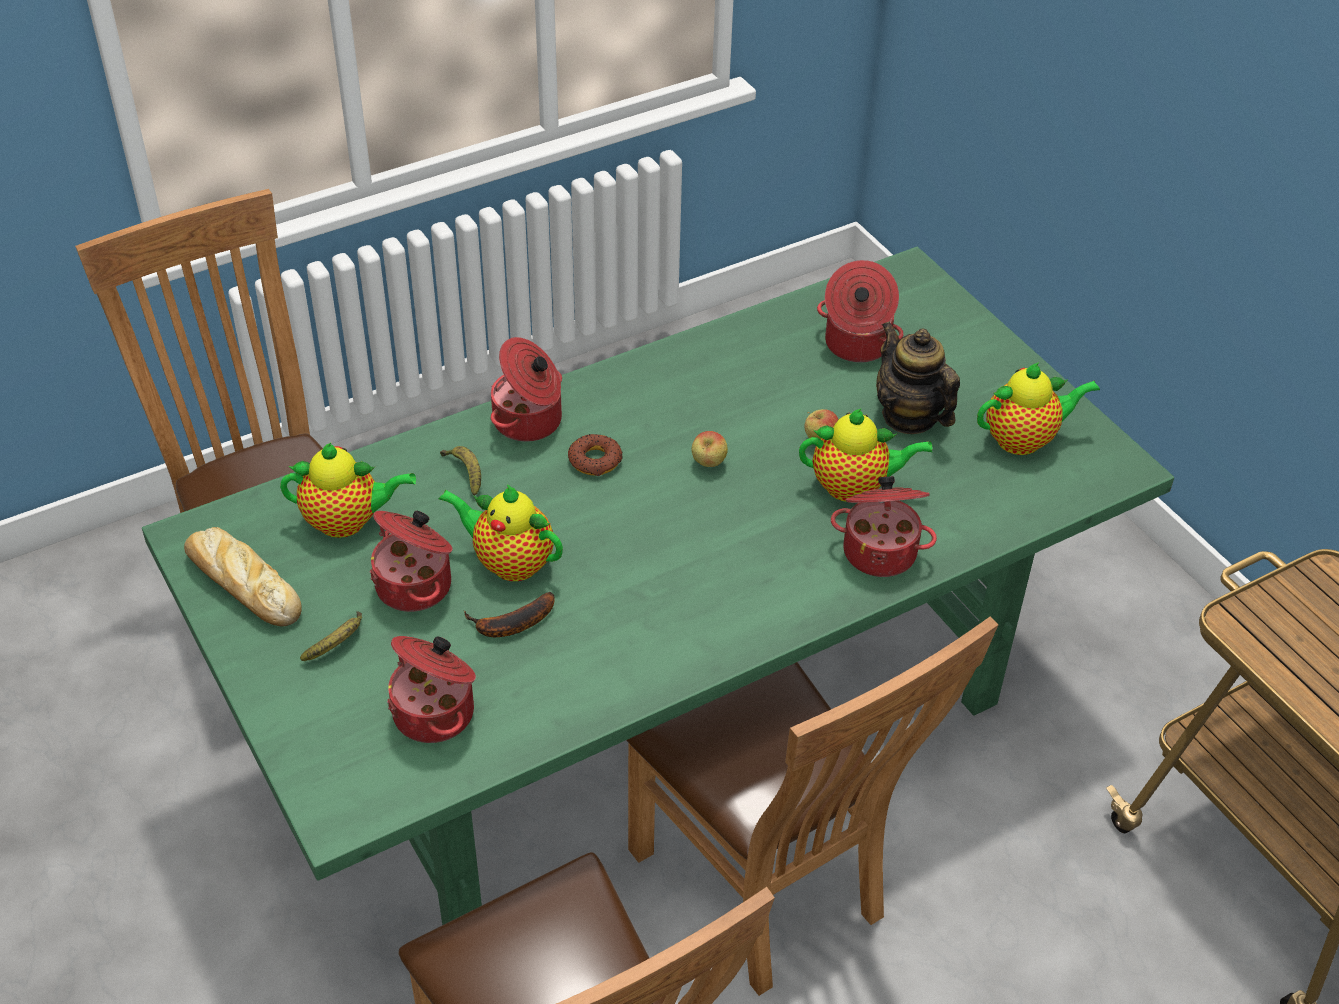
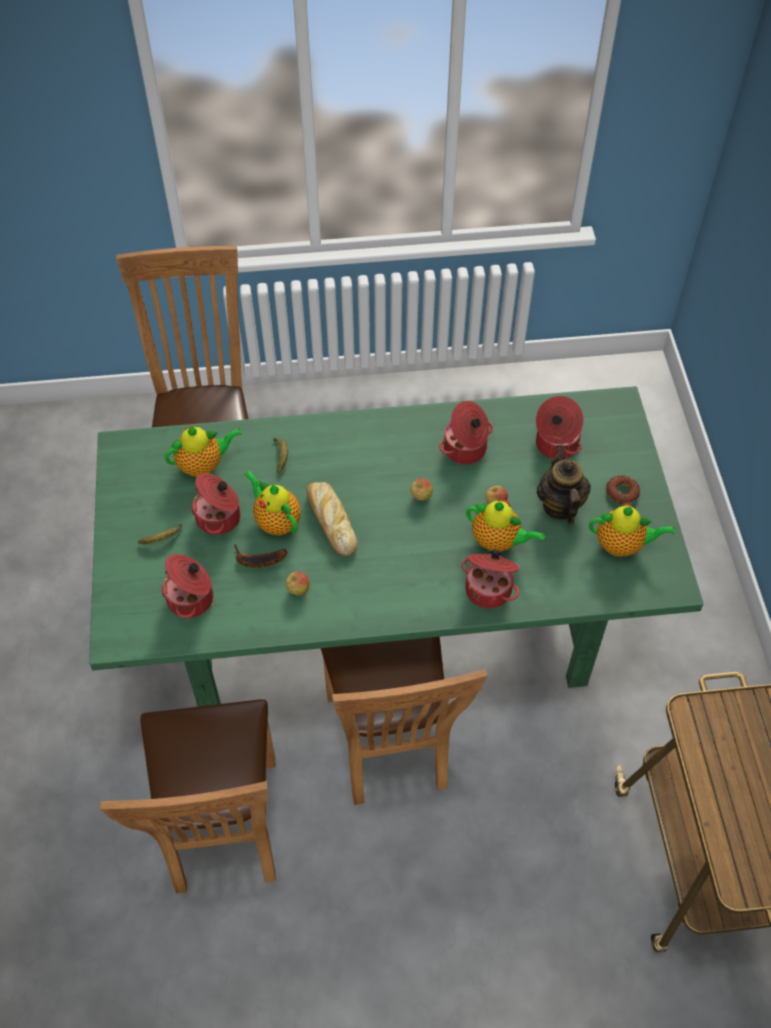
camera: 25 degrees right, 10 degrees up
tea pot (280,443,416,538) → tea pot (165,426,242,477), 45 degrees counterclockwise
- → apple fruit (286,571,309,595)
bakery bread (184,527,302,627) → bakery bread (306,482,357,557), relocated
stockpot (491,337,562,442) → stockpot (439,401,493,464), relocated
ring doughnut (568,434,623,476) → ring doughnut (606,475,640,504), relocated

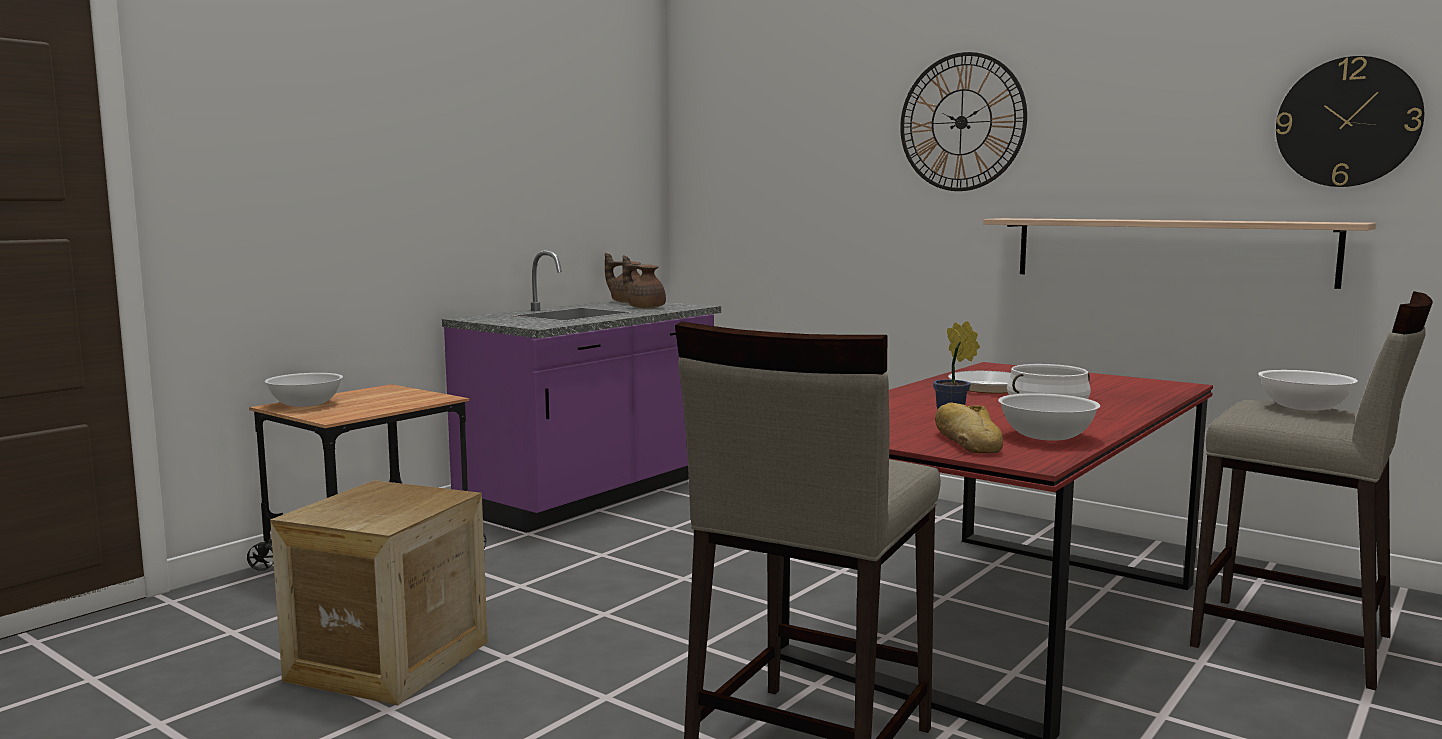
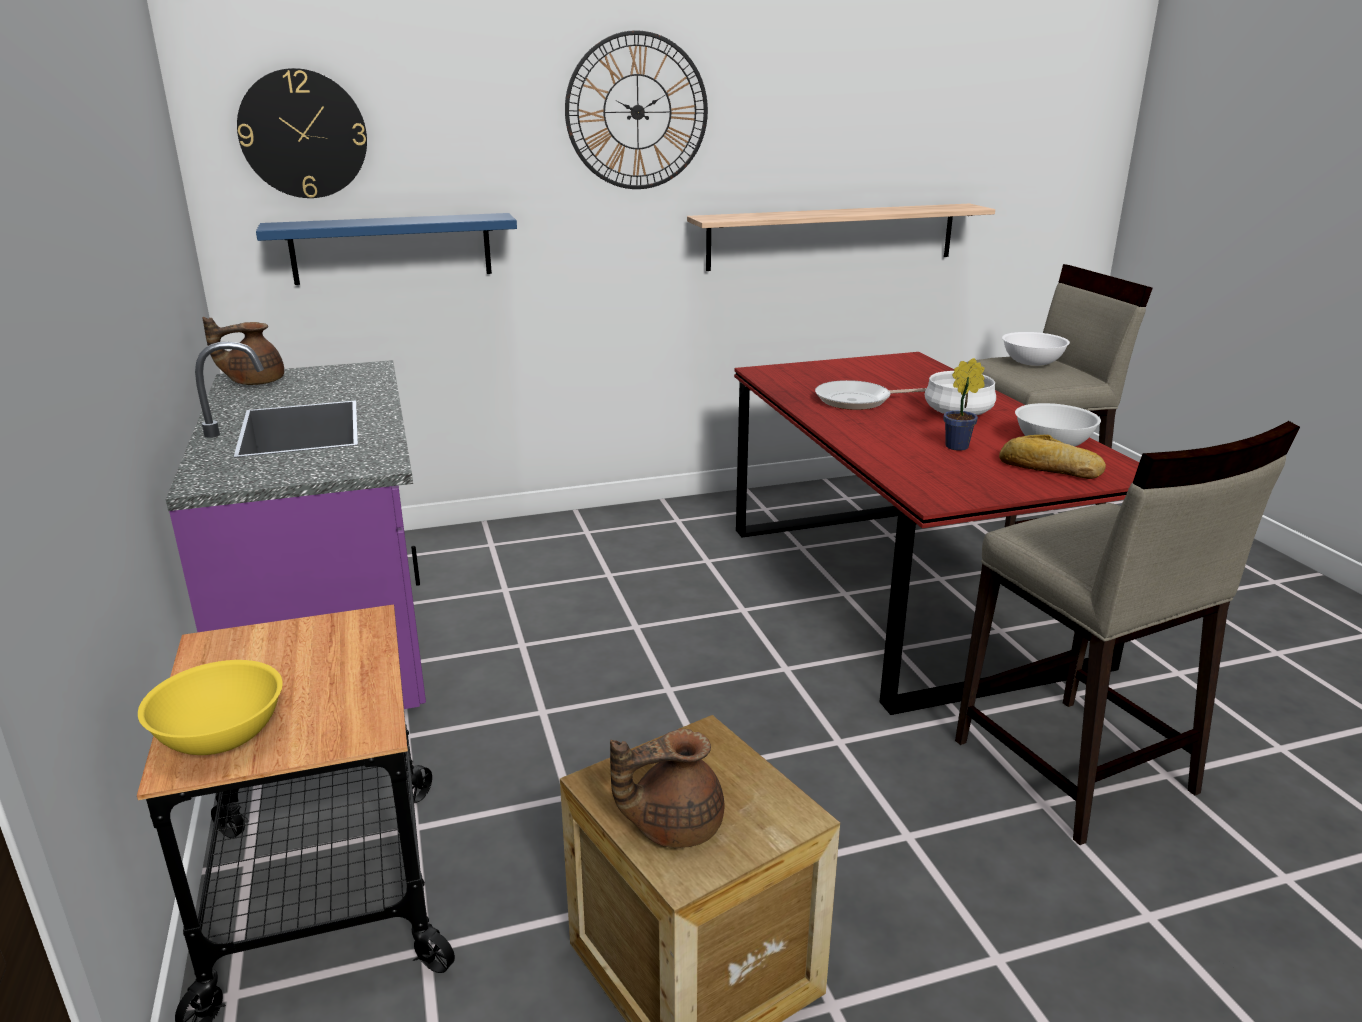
camera: 55 degrees left, 15 degrees up
serving bowl (whitish) (265,373,343,407) → serving bowl (yellow-coloured) (138,660,283,755)
clock on the wall (1276,56,1424,187) → clock on the wall (237,68,367,198), relocated
- → shelf (blue) (256,213,517,285)
tea pot (brown-coloured) (622,255,666,308) → tea pot (brown-coloured) (610,729,724,848), relocated

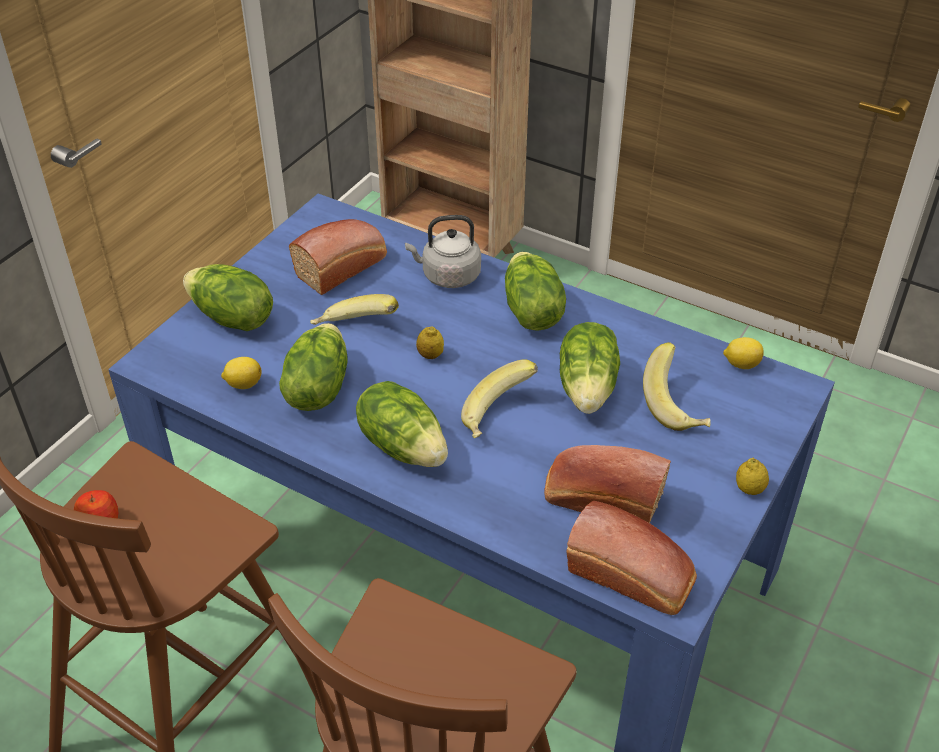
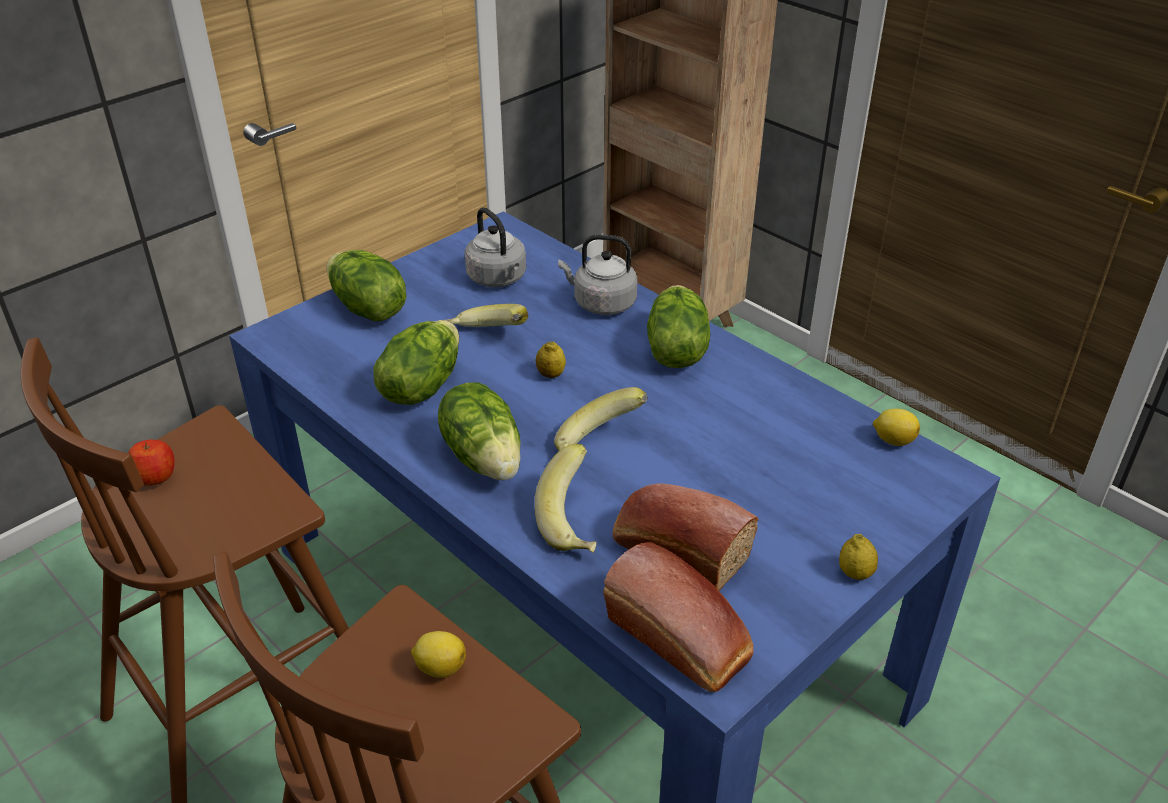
camera: 15 degrees right, 5 degrees down
lemon (221,357,262,389) → lemon (411,631,466,678), relocated
bakery bread (289,219,387,295) → kettle (gray) (465,207,526,287)
whole banana (643,342,711,431) → whole banana (535,444,597,553), relocated
lettuce (560,322,620,414) → -

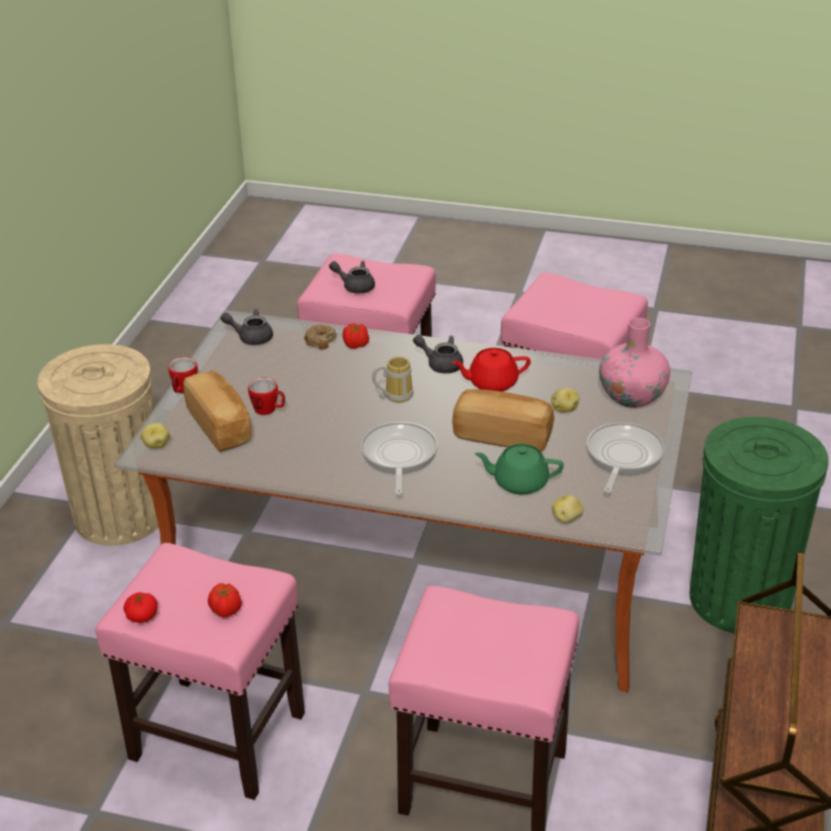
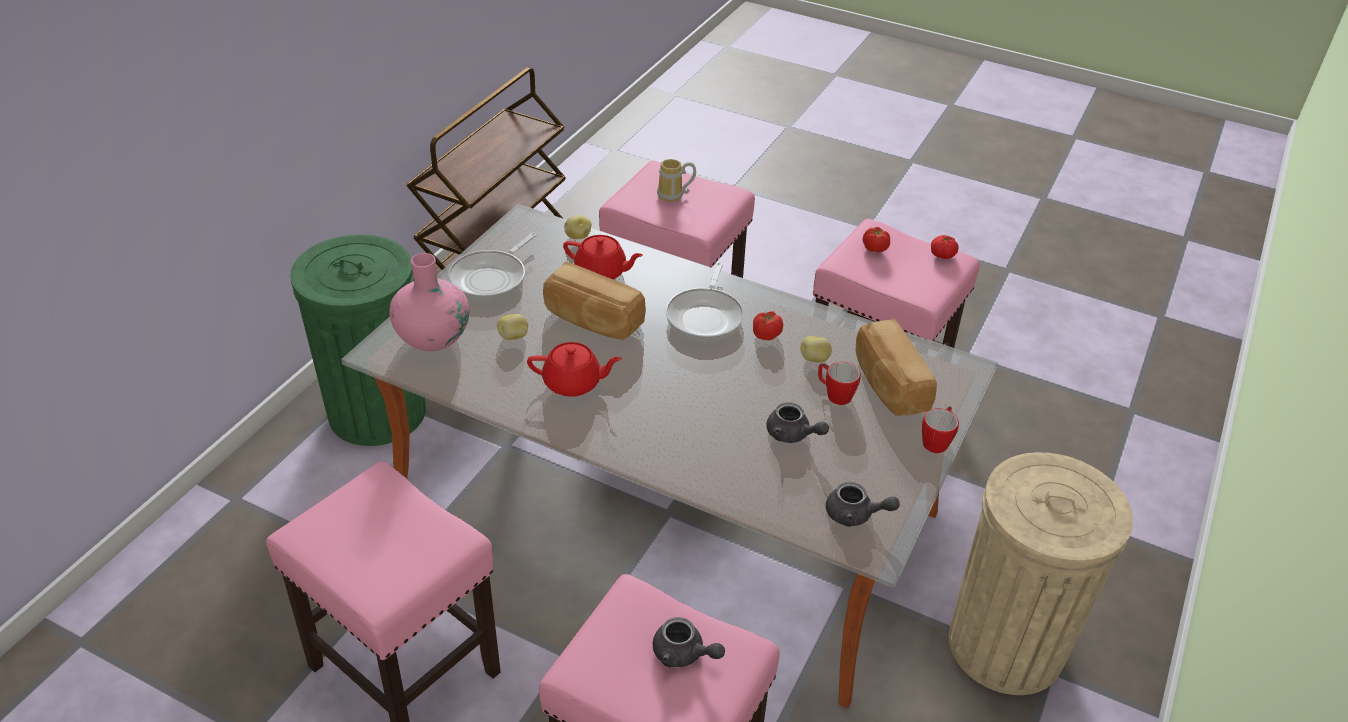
camera: 170 degrees left, 5 degrees up
tea pot (greenish) (475,444,564,495) → tea pot (red) (563,235,643,280)
coffee mug (372,356,414,403) → coffee mug (657,159,696,202), relocated
fresh tomato (343,323,369,349) → fresh tomato (753,311,783,340), relocated
tea pot (gray) (413,335,463,373) → tea pot (gray) (766,402,829,443), relocated
spud (140,423,170,448) → spud (800,336,832,362), relocated
ring doughnut (304,325,337,350) → -

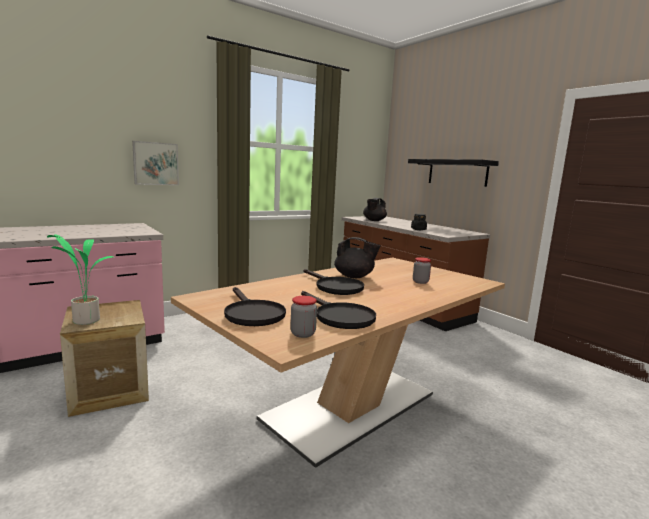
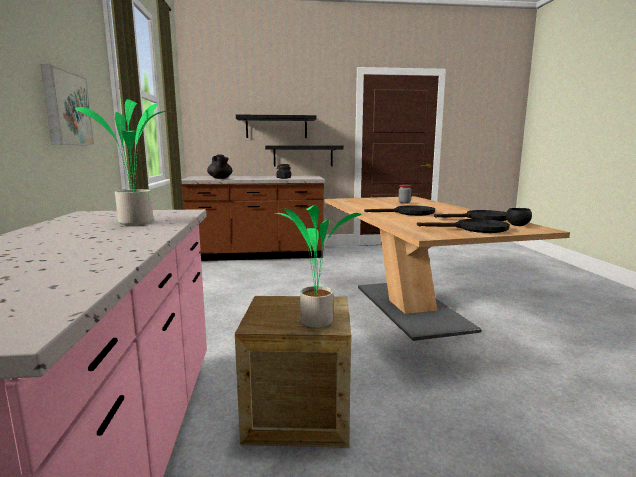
camera: 60 degrees left, 0 degrees up
- → houseplant (76,99,170,225)
- → shelf (black) (265,146,344,166)
preserve jar (290,296,317,338) → serving bowl (black) (506,208,532,226)
tea pot (black) (334,237,381,278) → -

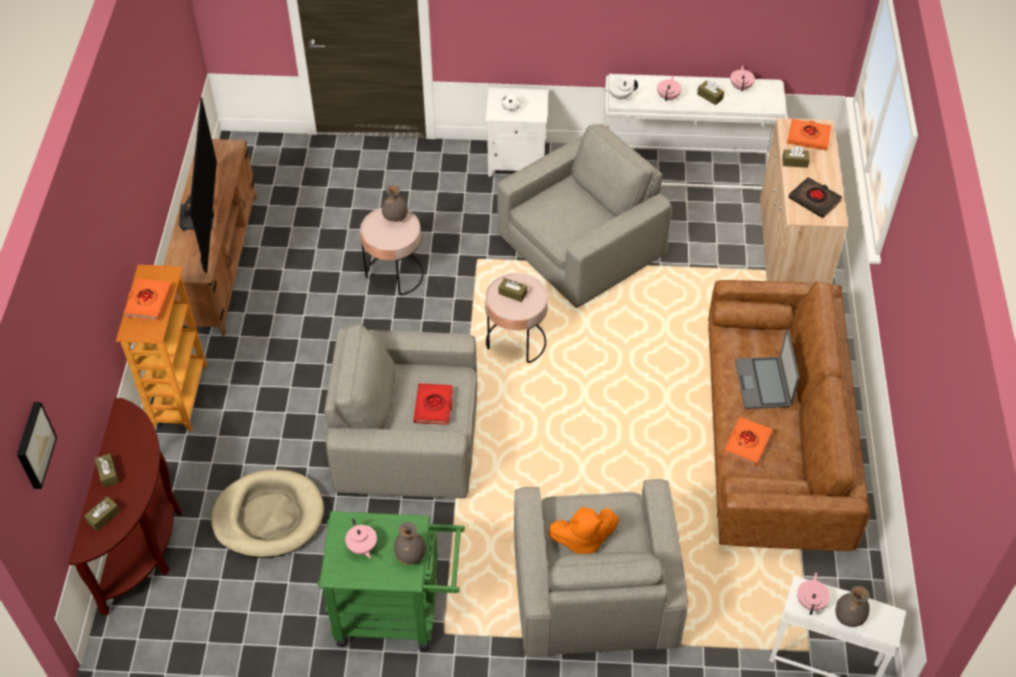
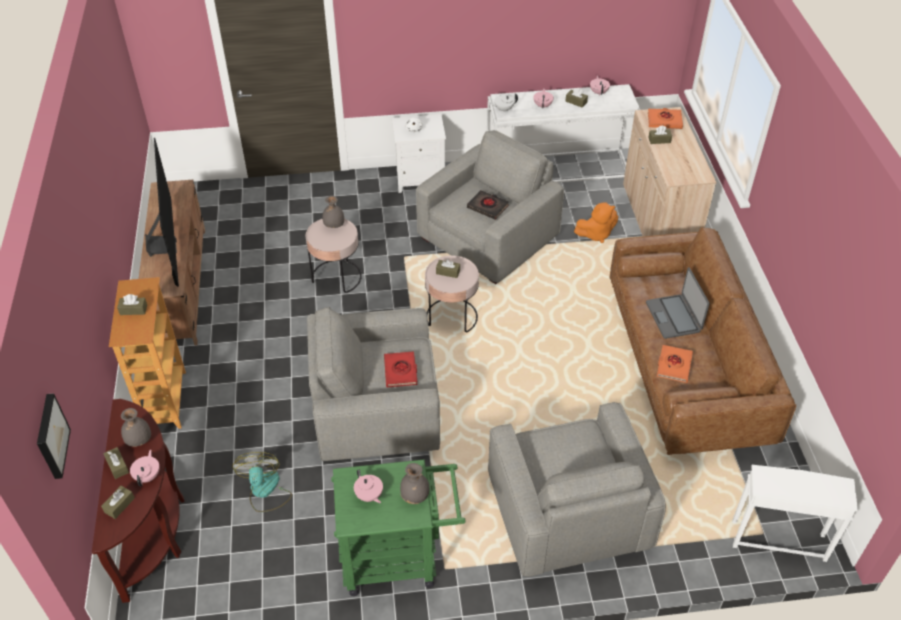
camera: 10 degrees left, 5 degrees down
volume (orange) (124,278,172,320) → box of tissues (brown-coloured) (117,294,147,315)
flower vase (gray) (835,586,869,627) → flower vase (gray) (121,408,151,447), relocated
tea pot (pink) (797,573,830,615) → tea pot (pink) (130,450,160,486), relocated
pet bed (beige-coloured) (211,470,324,558) → electric fan (232,452,292,512)
volume (black) (788,177,842,218) → volume (black) (467,190,509,220), relocated
cuddly toy (orange) (548,507,619,554) → cuddly toy (orange) (574,203,618,243), relocated

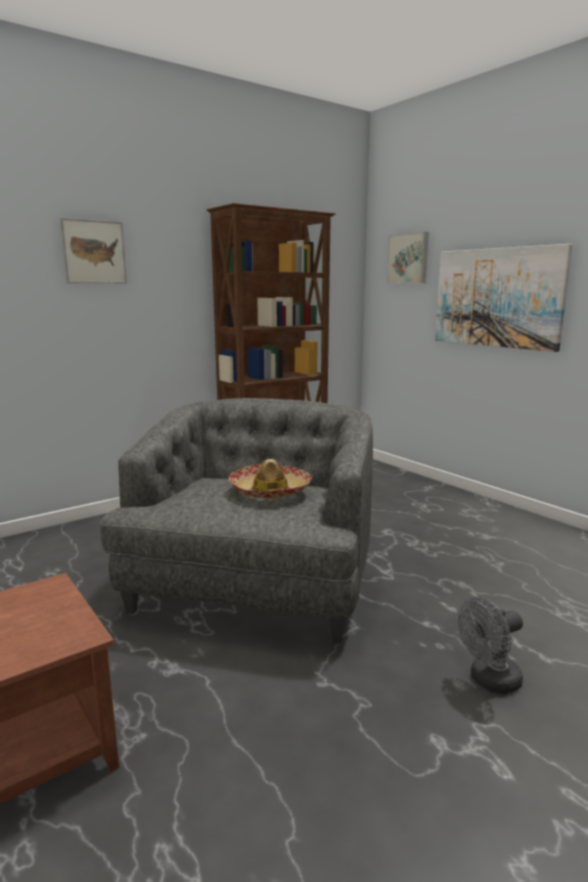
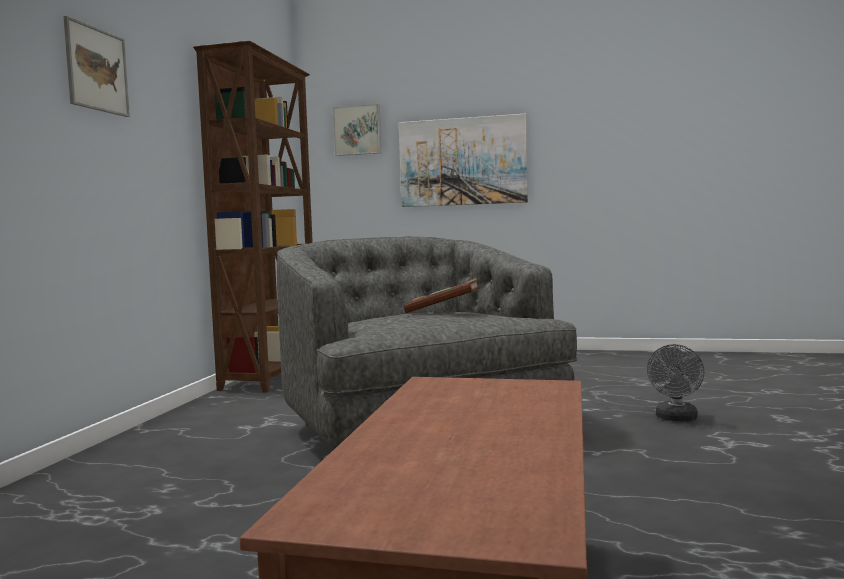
camera: 40 degrees left, 10 degrees down
wearable hat (229,459,312,499) → volume (brown-coloured) (403,278,480,313)

